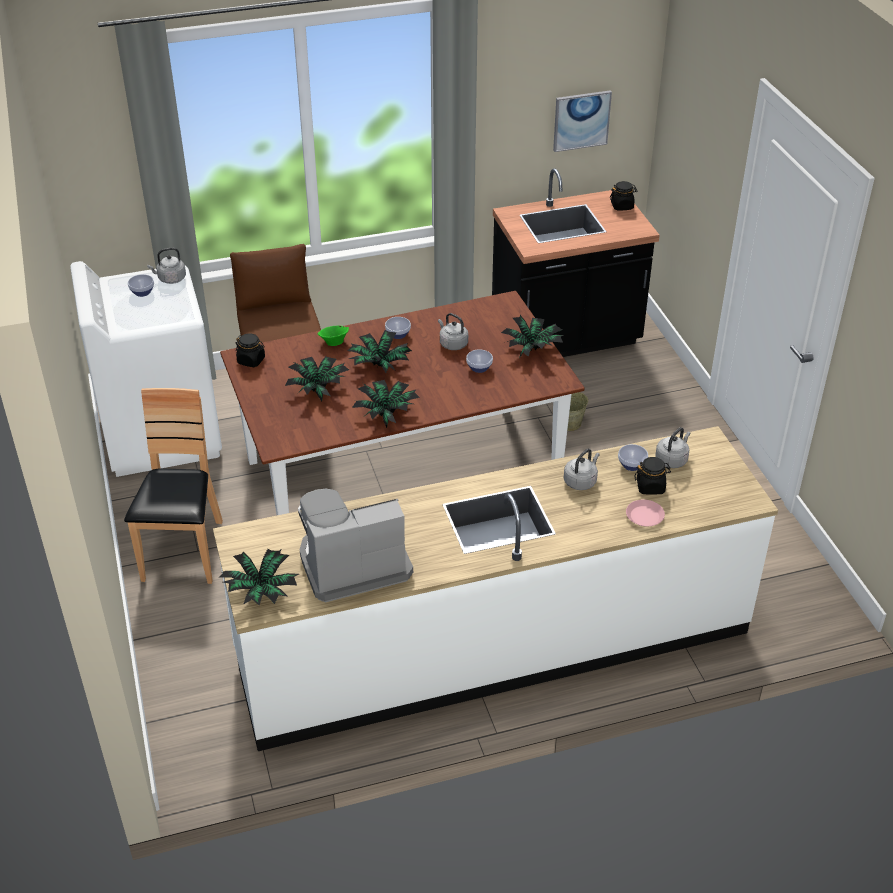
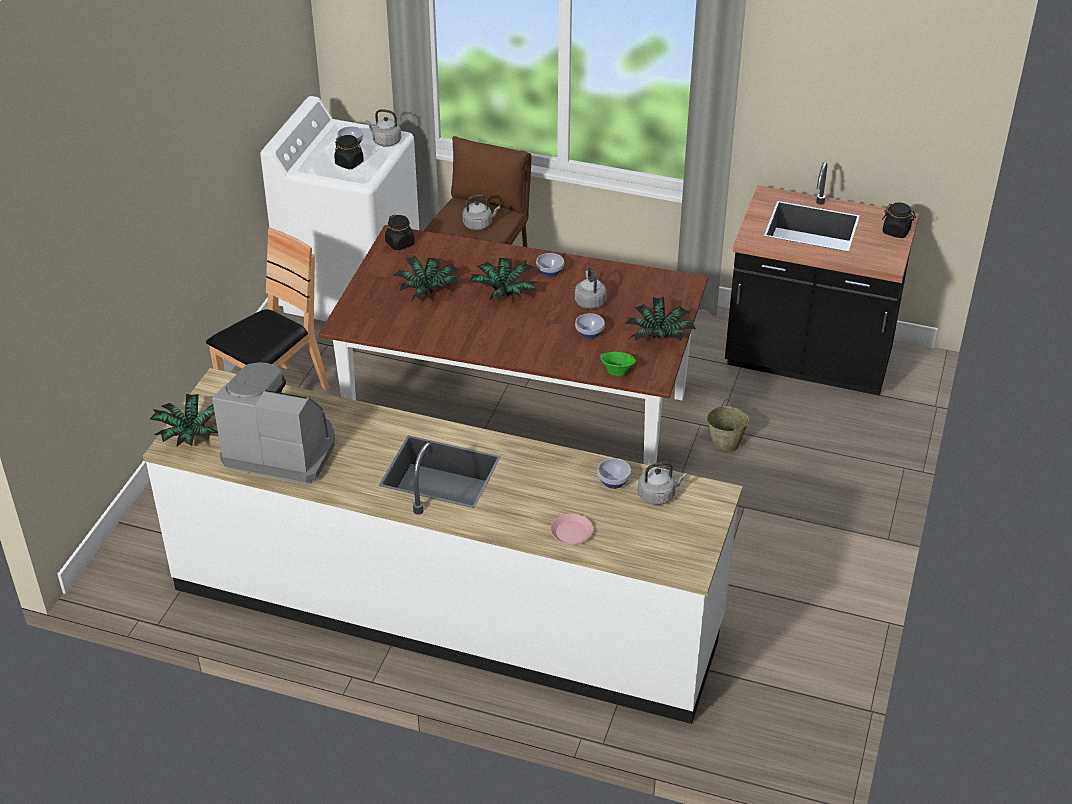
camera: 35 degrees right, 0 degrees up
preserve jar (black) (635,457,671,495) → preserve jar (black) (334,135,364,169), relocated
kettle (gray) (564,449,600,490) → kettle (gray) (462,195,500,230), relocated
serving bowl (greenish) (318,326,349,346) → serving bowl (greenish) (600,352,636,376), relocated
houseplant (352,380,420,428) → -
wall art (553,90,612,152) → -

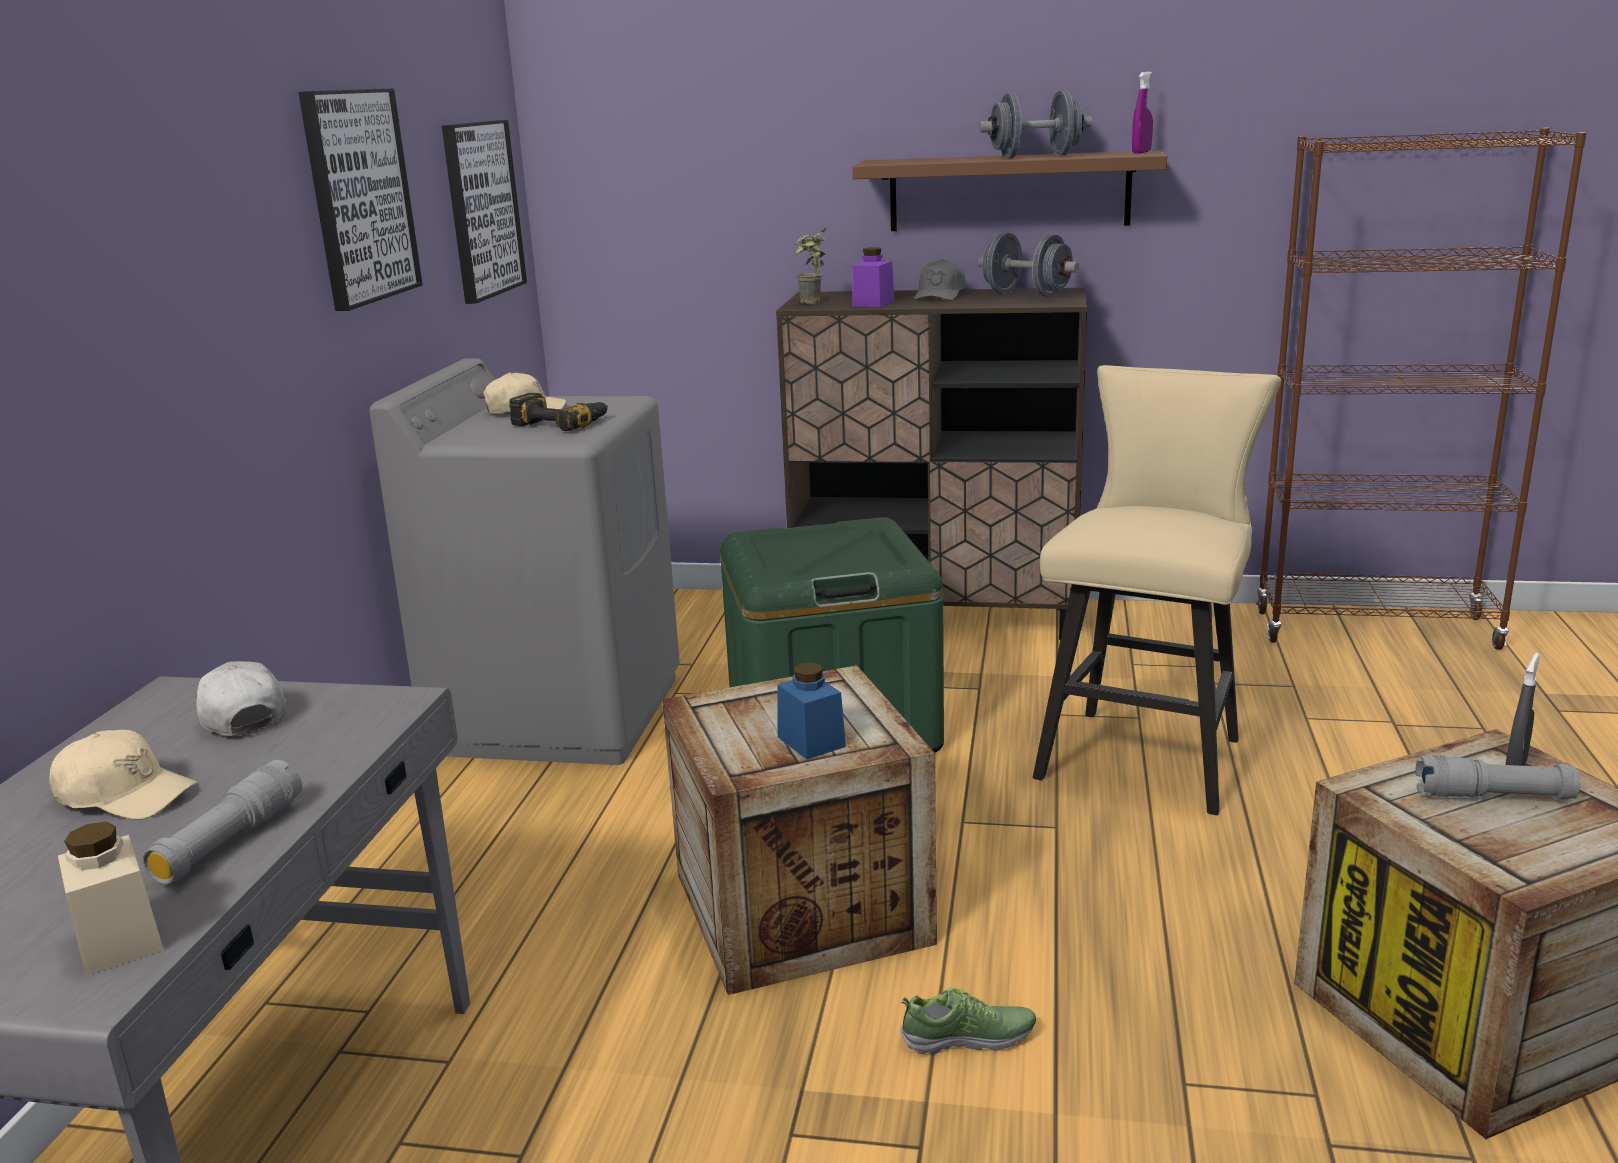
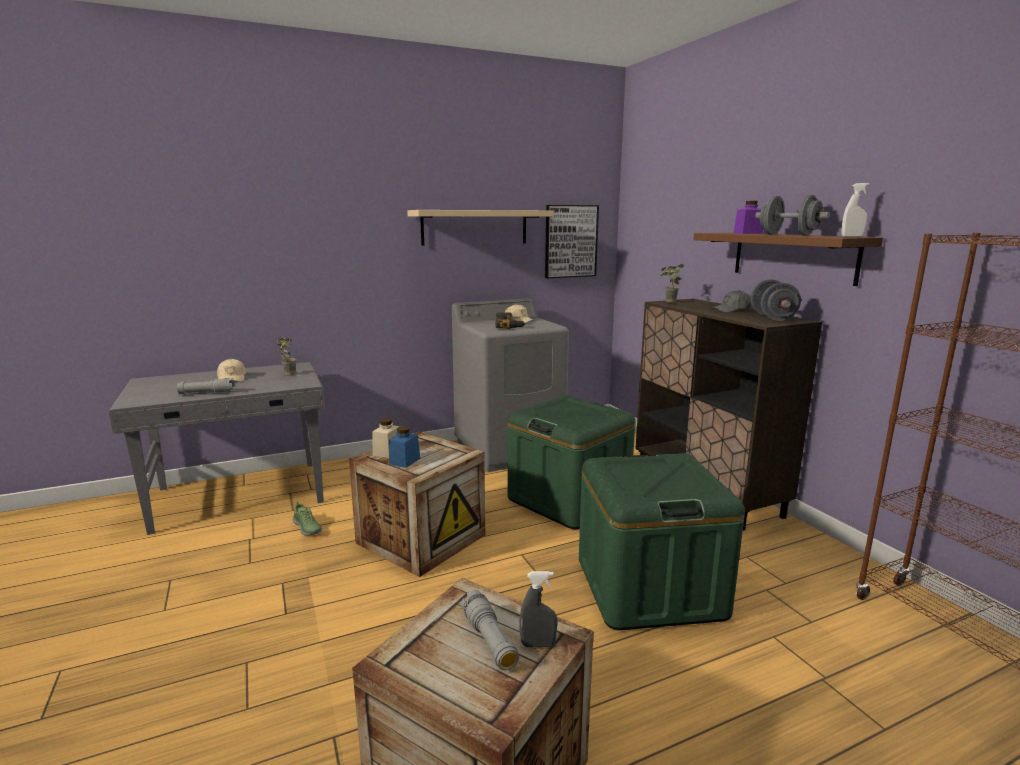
camera: 55 degrees right, 5 degrees down
peaked cap (whitish) (196,661,286,736) → houseplant (275,337,297,376)
item of footwear (900,988,1036,1054) → item of footwear (292,502,322,535), relocated
preserve jar (beige-coloured) (58,822,164,976) → preserve jar (beige-coloured) (372,418,400,458), relocated
wall art (298,88,423,311) → shelf (beige-coloured) (407,210,554,246)
stool seat (beige-coloured) (1033,365,1281,815) → storage box (greenish) (579,453,745,630)
preserve jar (purple-coloured) (852,247,895,307) → preserve jar (purple-coloured) (734,201,764,234), relocated
sprayer (purple-coloured) (1132,71,1153,153) → sprayer (whitish) (841,183,870,237)

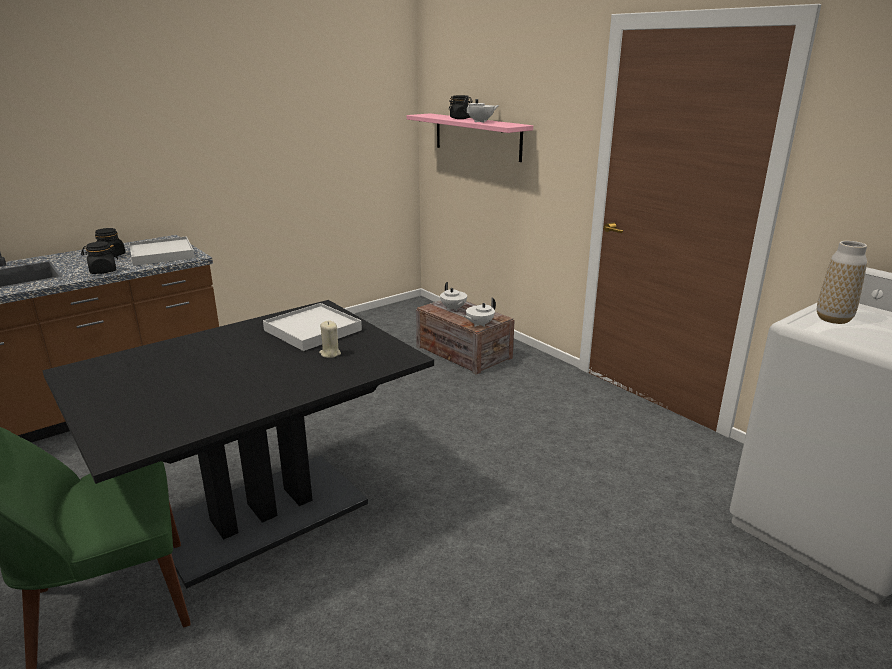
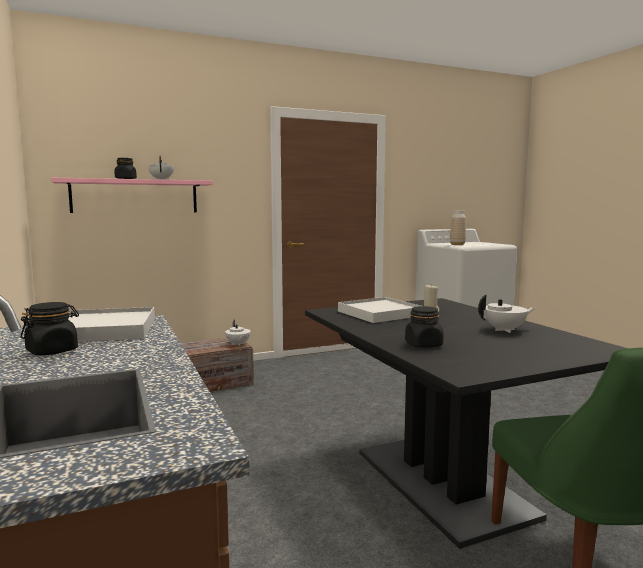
camera: 75 degrees left, 15 degrees down
preserve jar (black) (81,241,118,274) → preserve jar (black) (405,306,444,348), relocated
tea pot (whitish) (440,282,467,311) → tea pot (whitish) (478,294,535,333), relocated

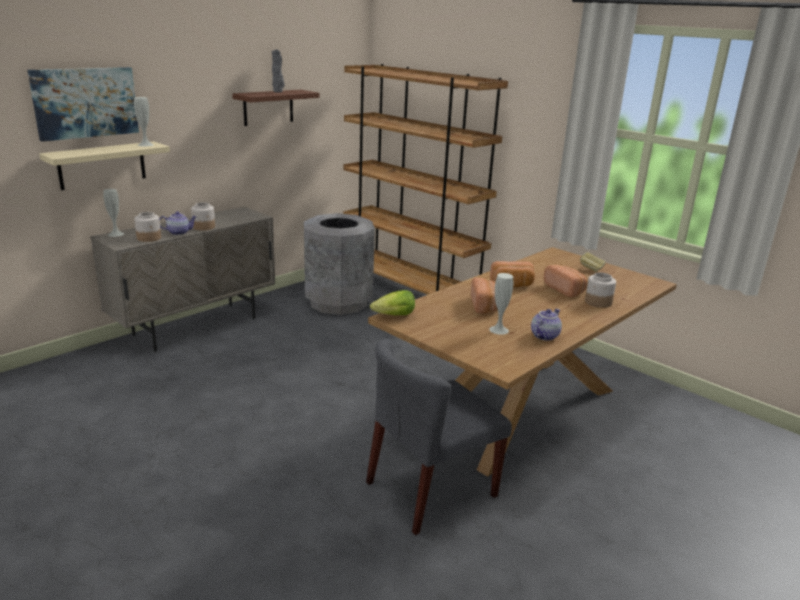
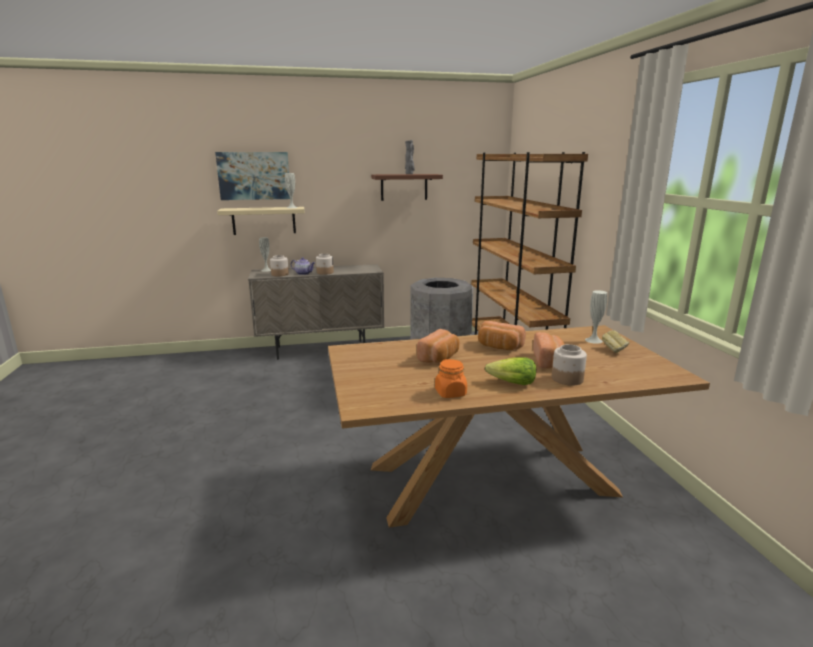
camera: 35 degrees right, 5 degrees down
tea pot (531,309,562,341) → preserve jar (orange) (435,359,467,398)
lettuce (370,290,415,315) → lettuce (485,357,536,385), relocated
flower vase (whitish) (489,273,513,335) → flower vase (whitish) (585,290,607,344), relocated
chair (gray) (366,339,512,535) → -

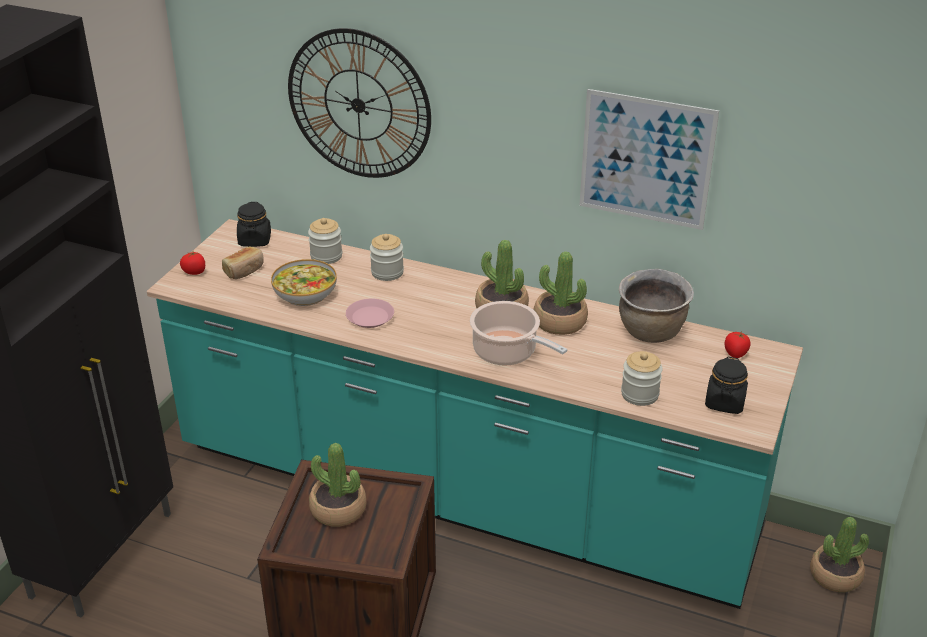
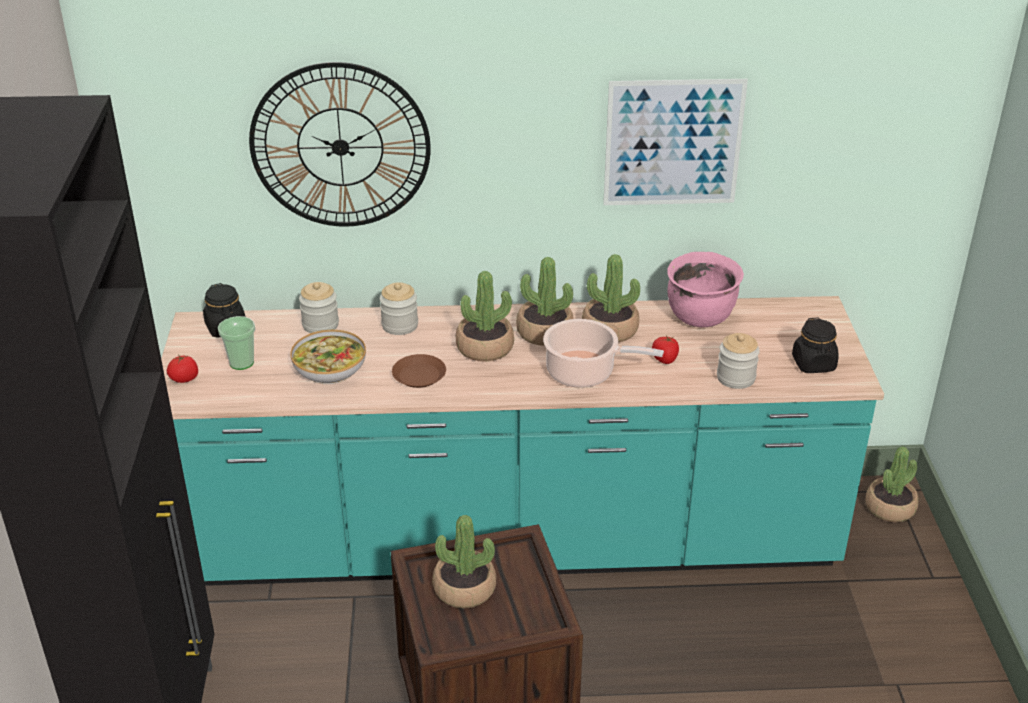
camera: 25 degrees left, 0 degrees up
bakery bread (222,246,264,279) → cup (218,316,255,370)
flat dish (pink) (346,299,394,328) → flat dish (brown-coloured) (392,354,446,388)
- → houseplant (456,271,514,362)
fresh tomato (725,332,751,358) → fresh tomato (652,336,679,364), relocated
stockpot (brown-coloured) (619,269,694,343) → stockpot (pink) (667,252,744,327)

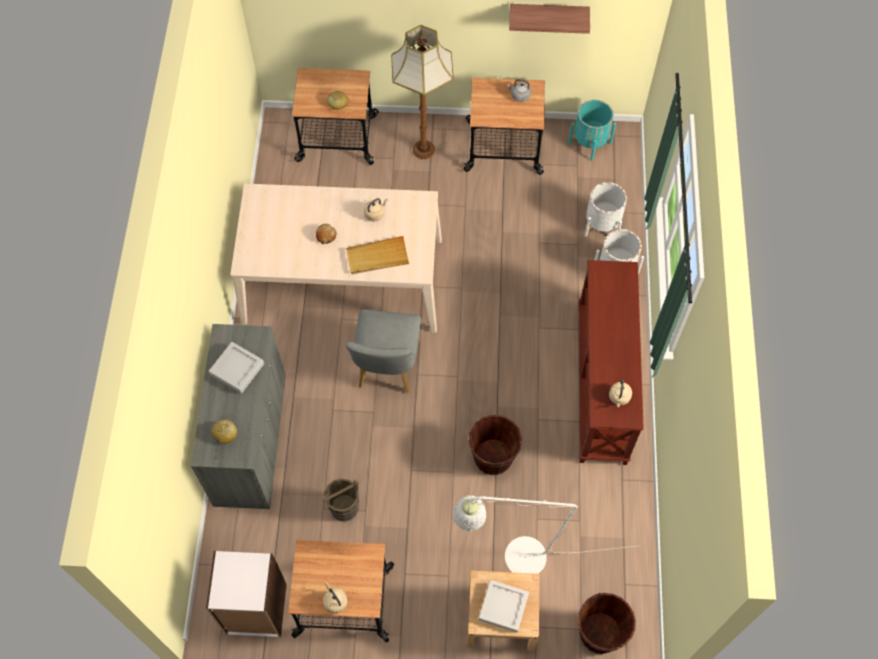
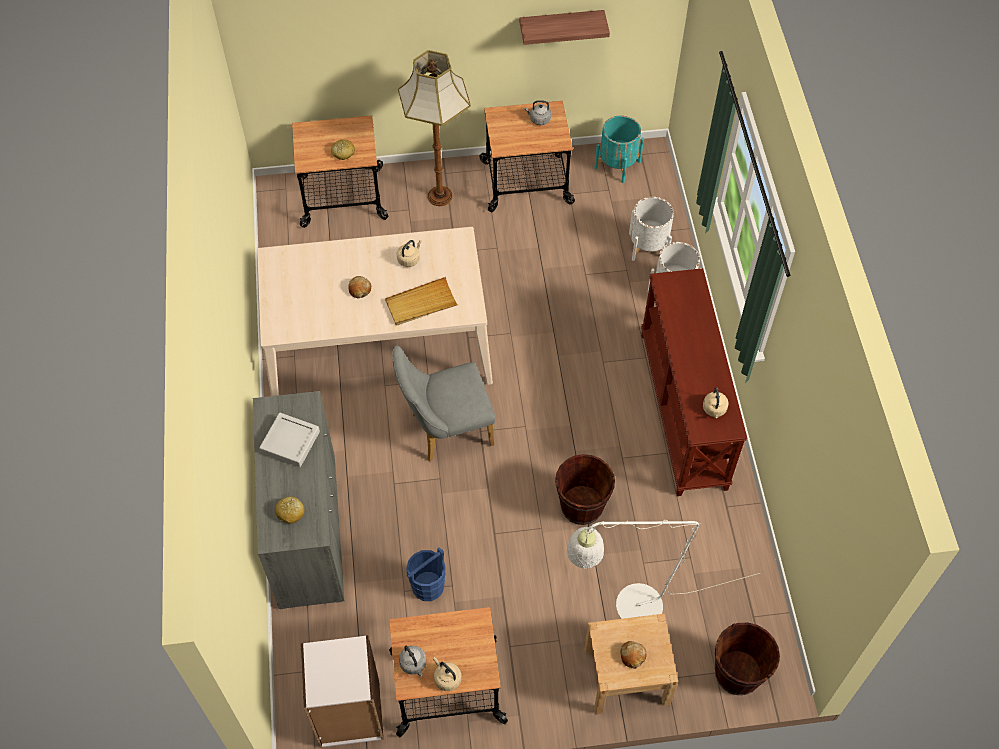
camera: 10 degrees left, 5 degrees down
chair (gray) (346,309,421,393) → chair (gray) (392,345,496,461), 75 degrees clockwise
- → kettle (gray) (399,646,426,677)
water bucket (brown-coloured) (323,478,359,522) → water bucket (blue) (406,547,446,601)
tray (gray) (478,580,529,633) → bakery bread (621,641,647,669)

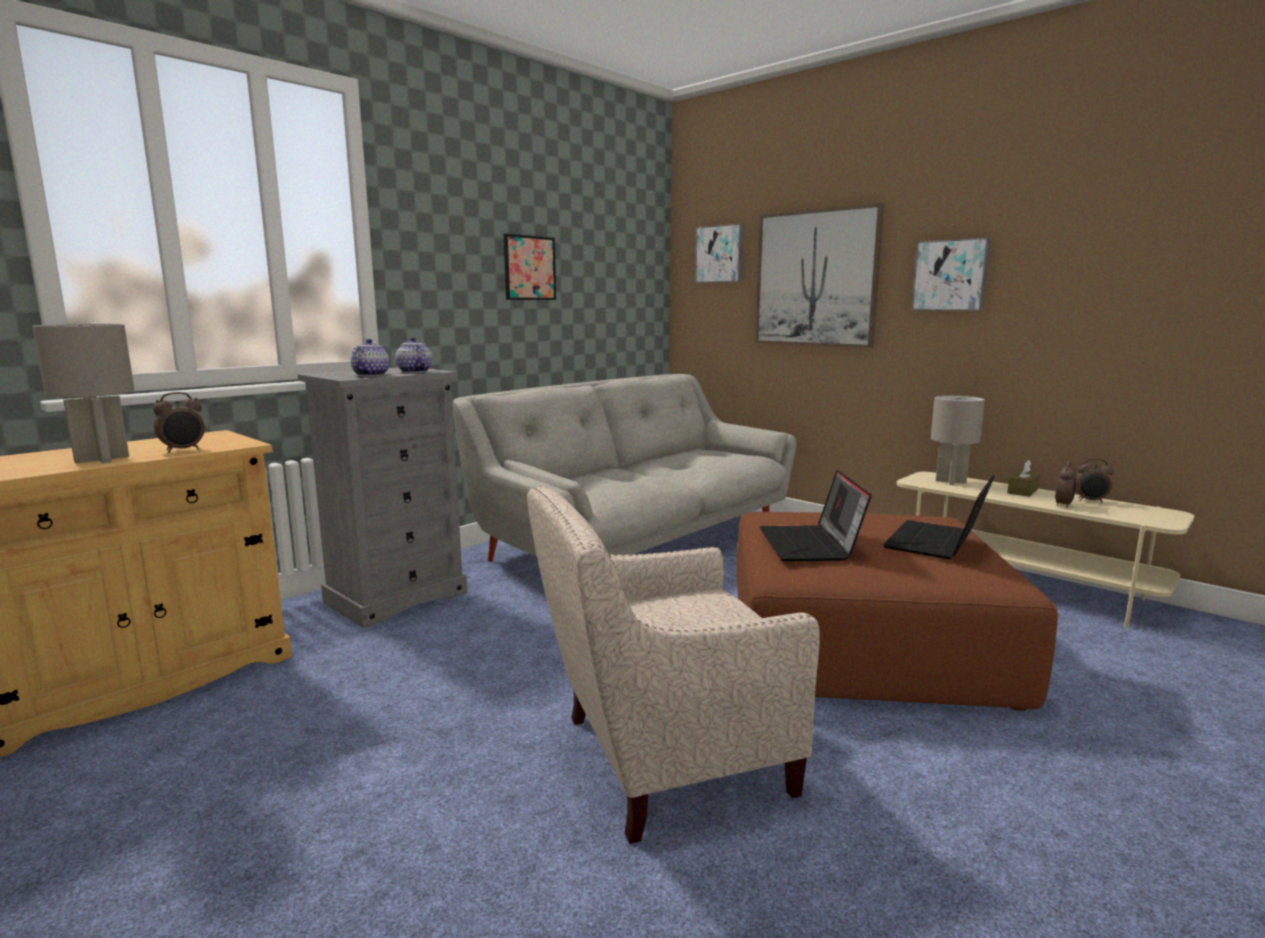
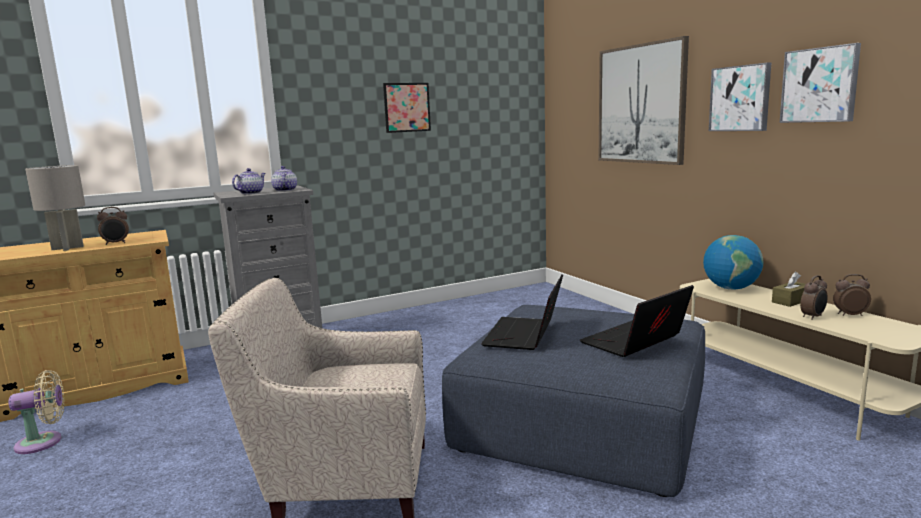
camera: 20 degrees right, 0 degrees up
- → electric fan (beige-coloured) (8,370,65,454)
ottoman (brown-coloured) (737,512,1058,711) → ottoman (blue) (442,305,705,497)
tabletop lamp (gray) (931,395,985,485) → desk globe (703,235,763,290)
wall art (695,223,744,283) → wall art (780,43,861,123), relocated
bedside clock (1076,458,1114,503) → bedside clock (833,274,871,316), 150 degrees clockwise
couch (gray) (453,374,797,561) → -

